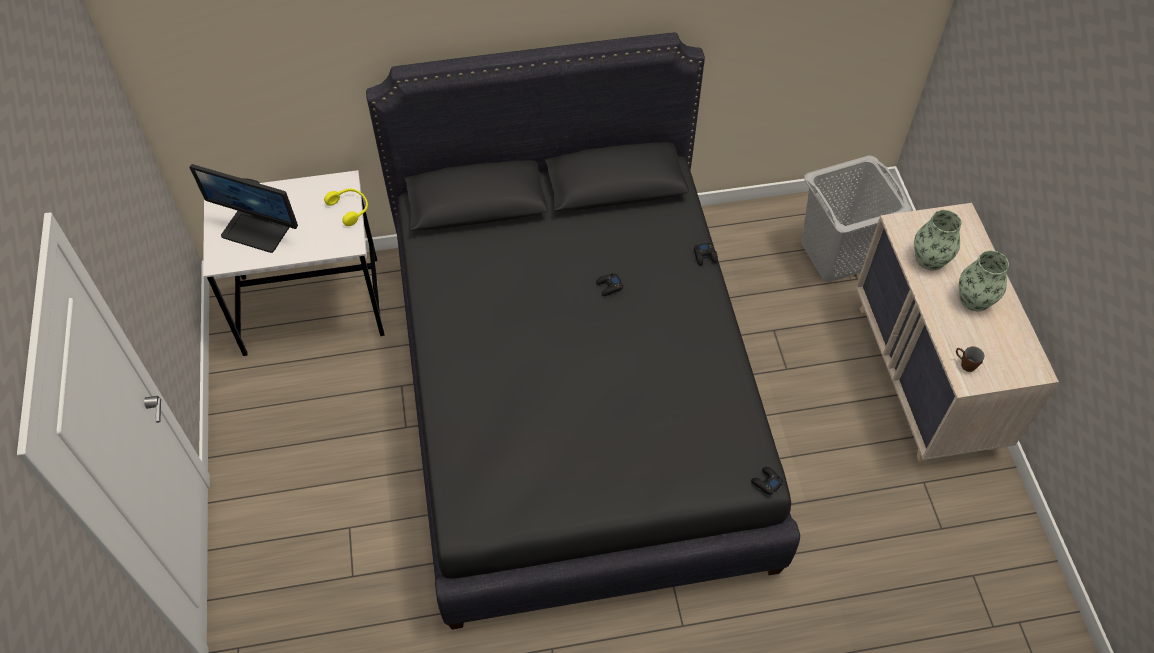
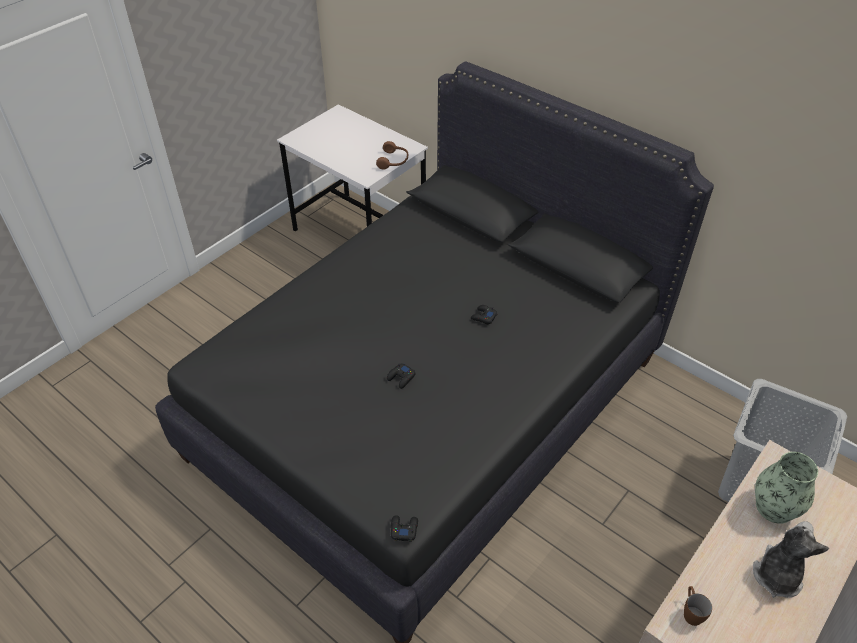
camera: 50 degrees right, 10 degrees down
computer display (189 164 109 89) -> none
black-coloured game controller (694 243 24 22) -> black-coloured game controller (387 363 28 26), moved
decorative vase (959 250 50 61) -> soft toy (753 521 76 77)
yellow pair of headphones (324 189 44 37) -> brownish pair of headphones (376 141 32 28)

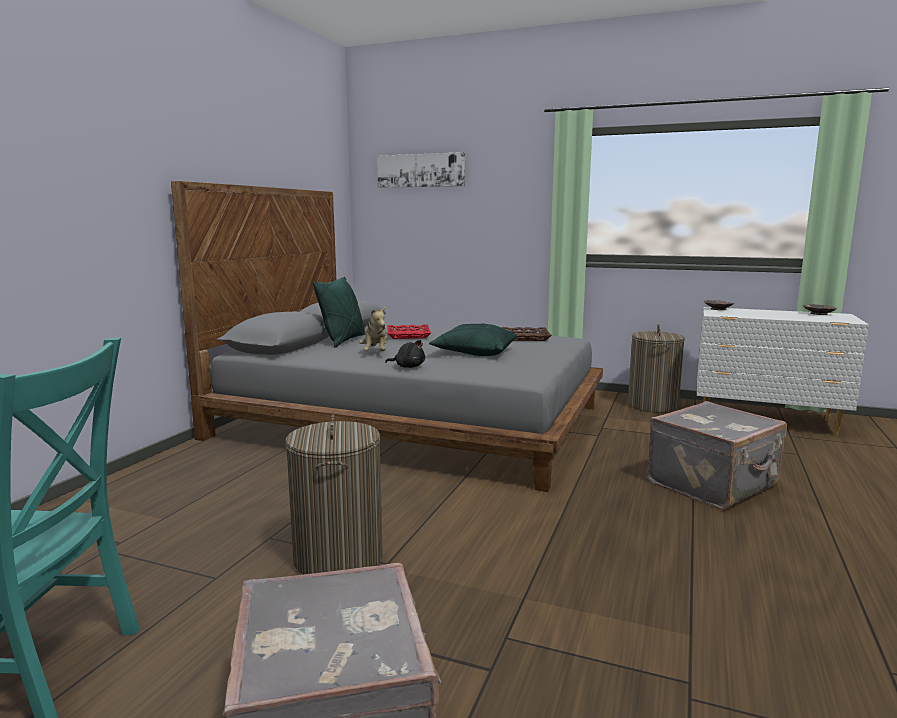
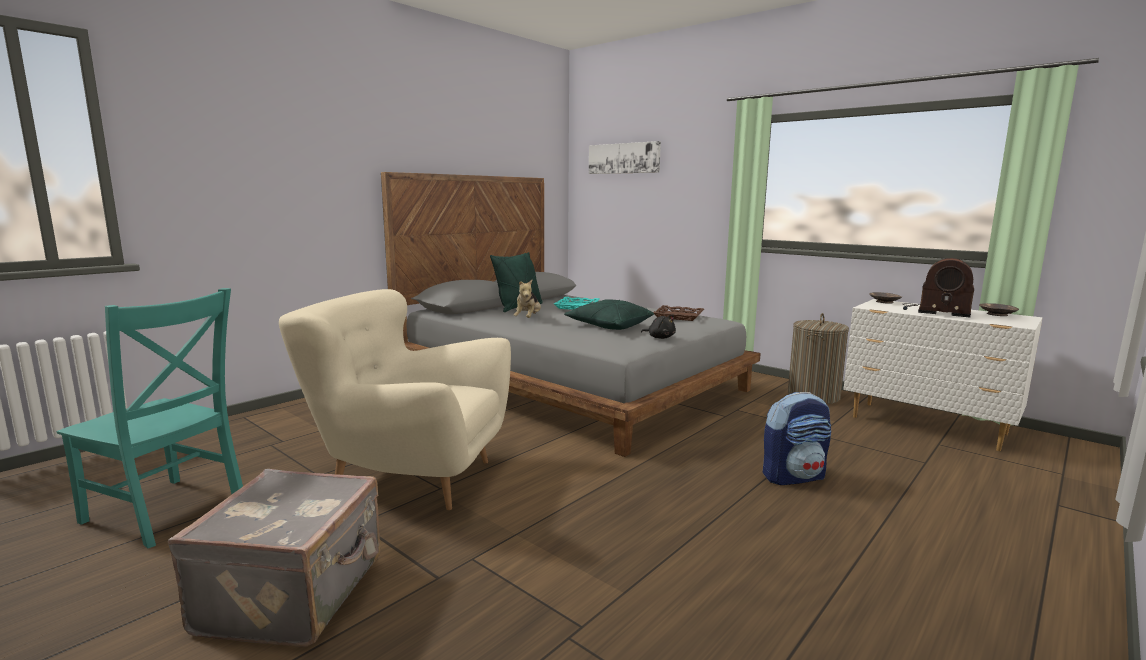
camera: 20 degrees right, 0 degrees up
none -> radio receiver (902 258 72 60)
black-coloured soft toy (385 340 40 28) -> black-coloured soft toy (641 315 35 24), moved
hamper (285 415 98 160) -> beige-coloured lounge chair (279 289 232 221)
grey suitcase (647 401 140 108) -> backpack (763 392 68 93)
red-coloured tray (387 324 44 15) -> turquoise-coloured tray (554 297 46 13)

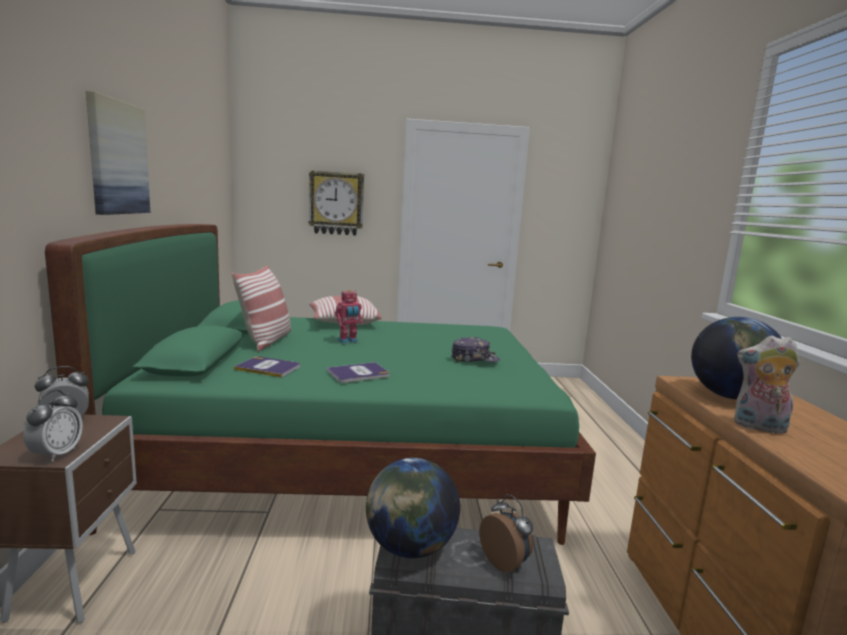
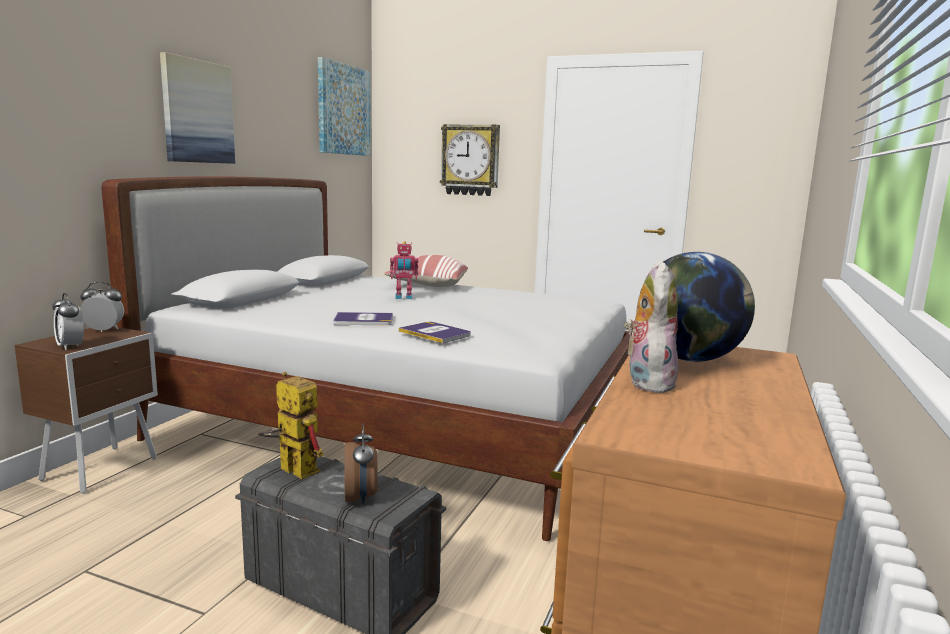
camera: 25 degrees right, 0 degrees up
cushion (232 265 59 87) -> none
peaked cap (451 337 49 25) -> none
none -> wall picture (318 57 53 99)
volume (234 357 66 21) -> volume (399 322 72 21), moved
globe (366 458 94 100) -> toy robot (258 372 66 107)
green-coloured bed (45 224 551 321) -> whitish bed (101 176 529 365)
bedside clock (23 390 60 72) -> bedside clock (53 293 31 57), 105 degrees clockwise
soft toy (734 335 66 99) -> soft toy (624 261 54 132), 60 degrees clockwise

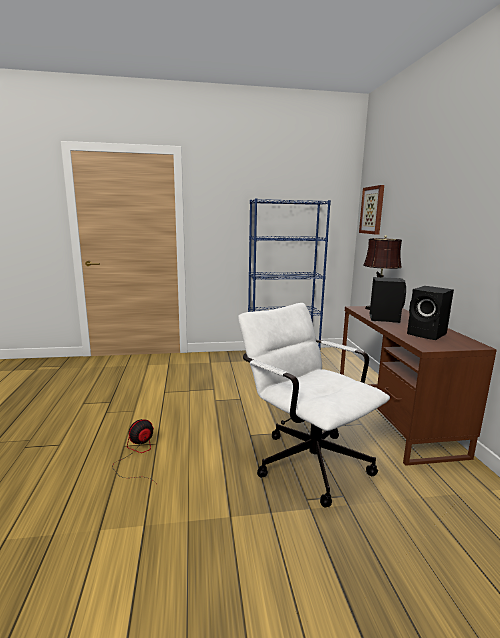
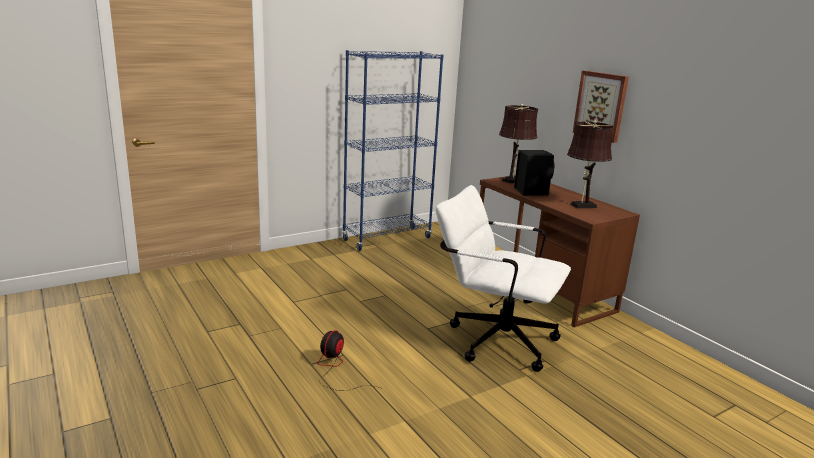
camera: 25 degrees left, 5 degrees up
wall picture (359 185 25 50) -> wall picture (573 70 56 73), moved
black-coloured speaker (407 286 47 54) -> brownish tabletop lamp (567 120 47 88)

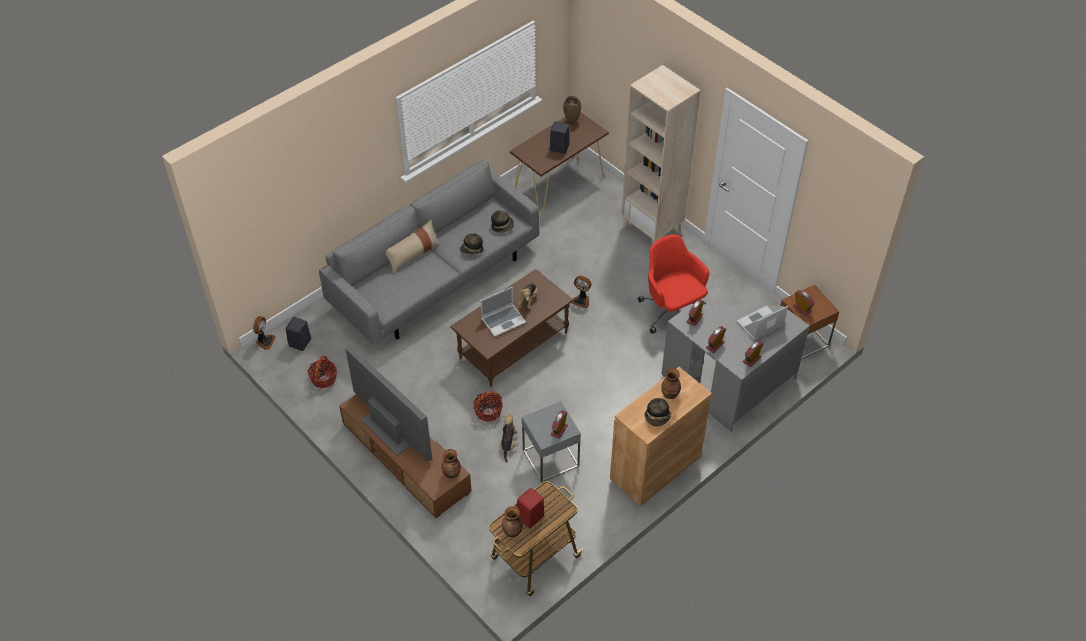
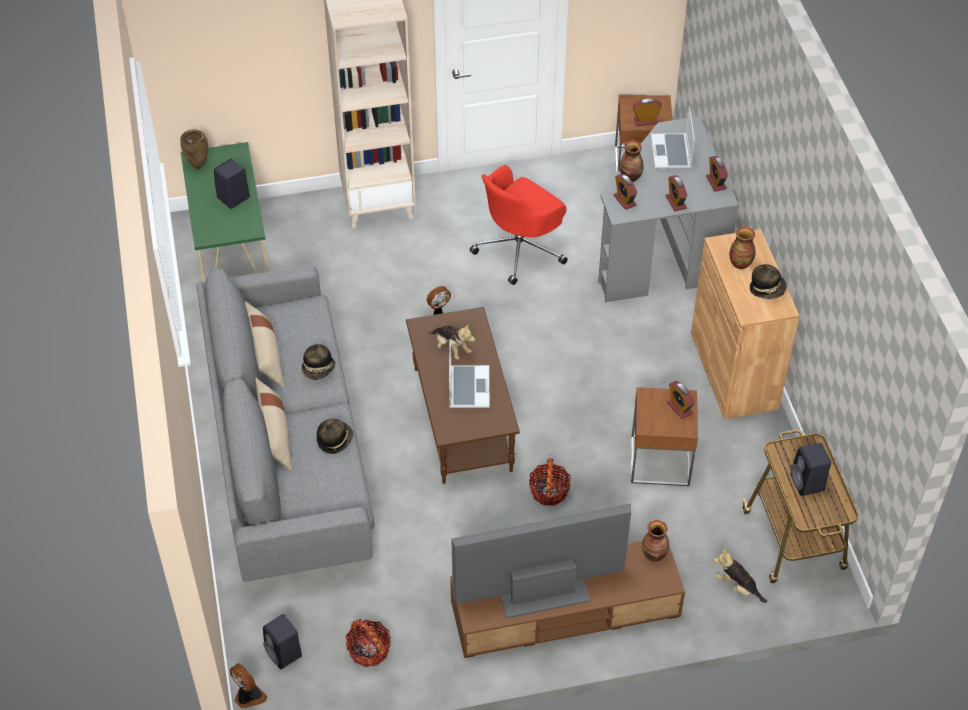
camera: 60 degrees left, 0 degrees up
none -> beige-coloured cushion (245 301 39 87)
wearable hat (491 211 23 22) -> wearable hat (317 419 36 35), moved
soft toy (500 413 18 50) -> soft toy (713 548 54 55), moved
decorative vase (502 506 20 31) -> decorative vase (619 140 24 42), moved
brownish console table (510 112 99 105) -> green-coloured console table (181 142 88 140)
red-coloured speaker (517 488 27 40) -> black-coloured speaker (791 443 40 53)
grey side table (522 401 59 81) -> brownish side table (631 387 67 99)
red-coloured computer chair (638 234 71 100) -> red-coloured computer chair (470 165 98 120), 45 degrees counterclockwise

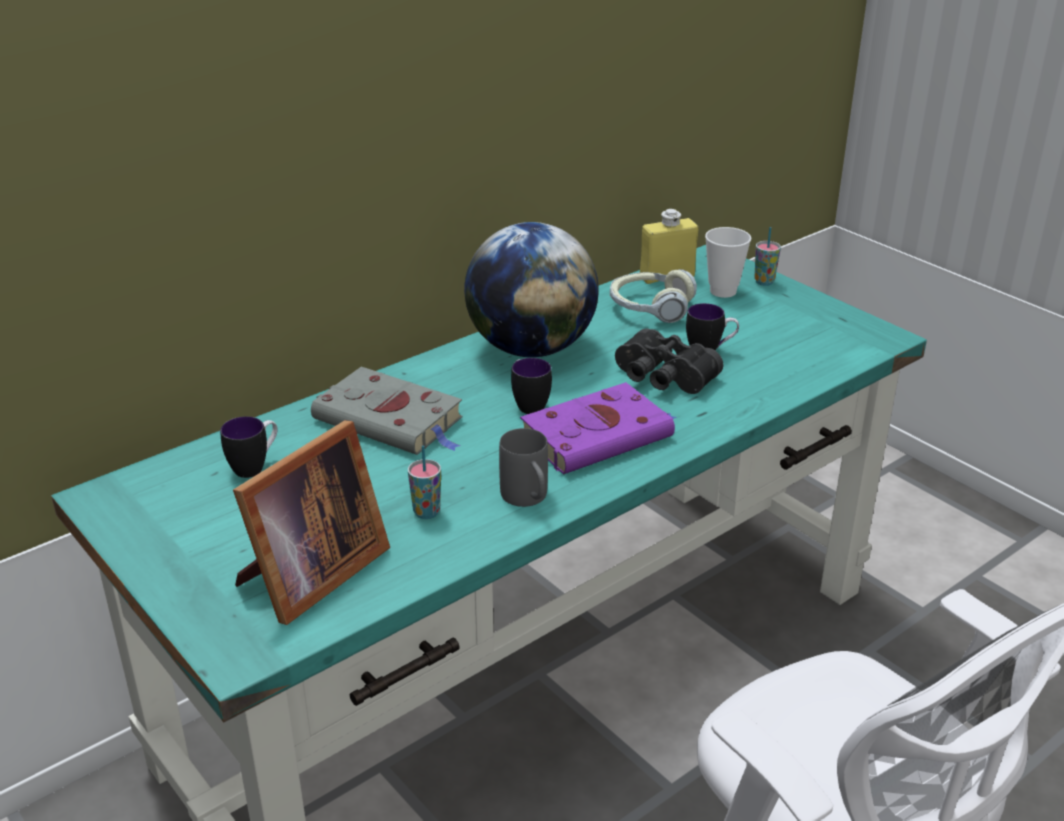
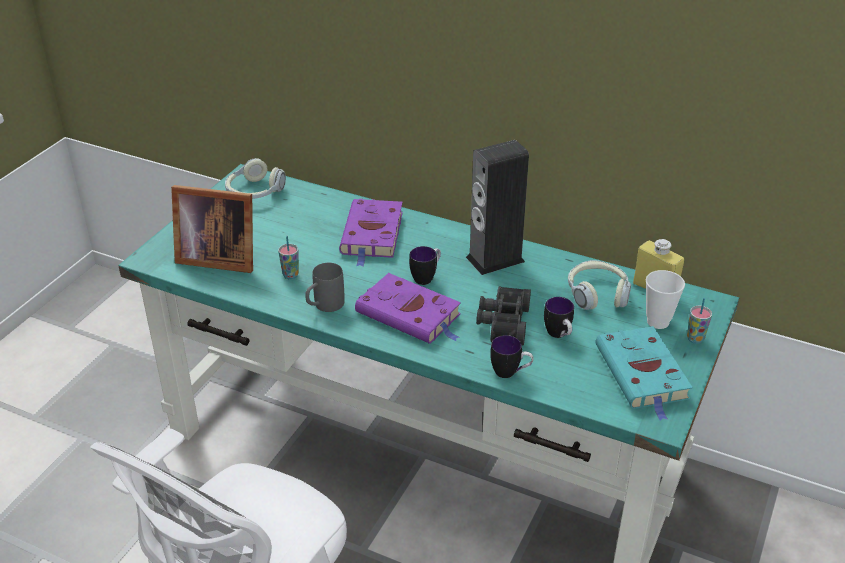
camera: 65 degrees right, 5 degrees up
none -> pair of headphones (225 158 61 41)
none -> turquoise-coloured volume (595 326 98 95)
coffee mug (220 416 58 62) -> coffee mug (490 335 44 43), moved
globe (464 222 135 135) -> speaker (466 140 63 135)
grey volume (311 367 152 88) -> purple-coloured volume (339 199 64 68)

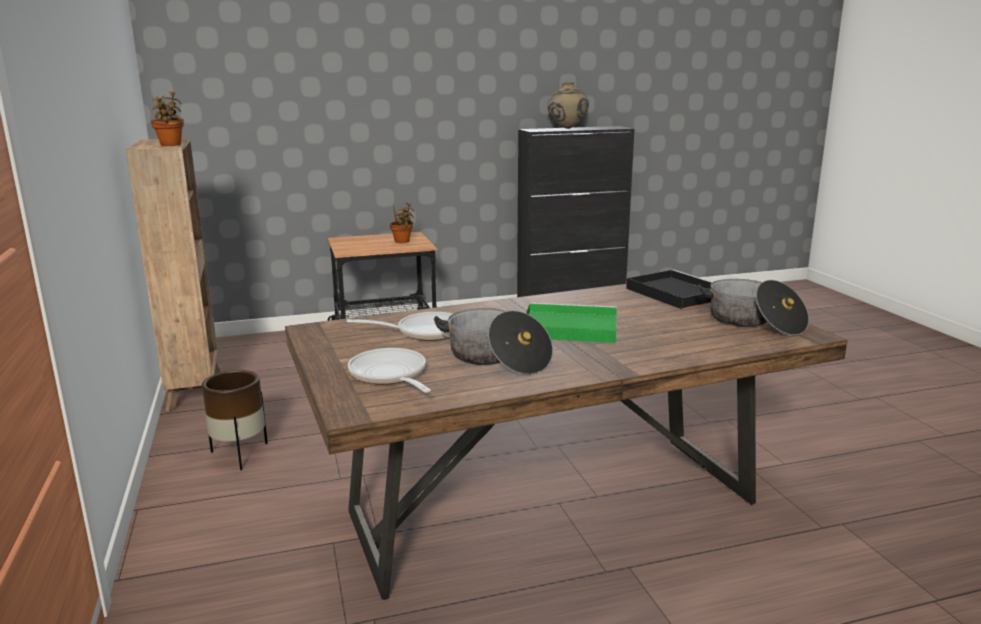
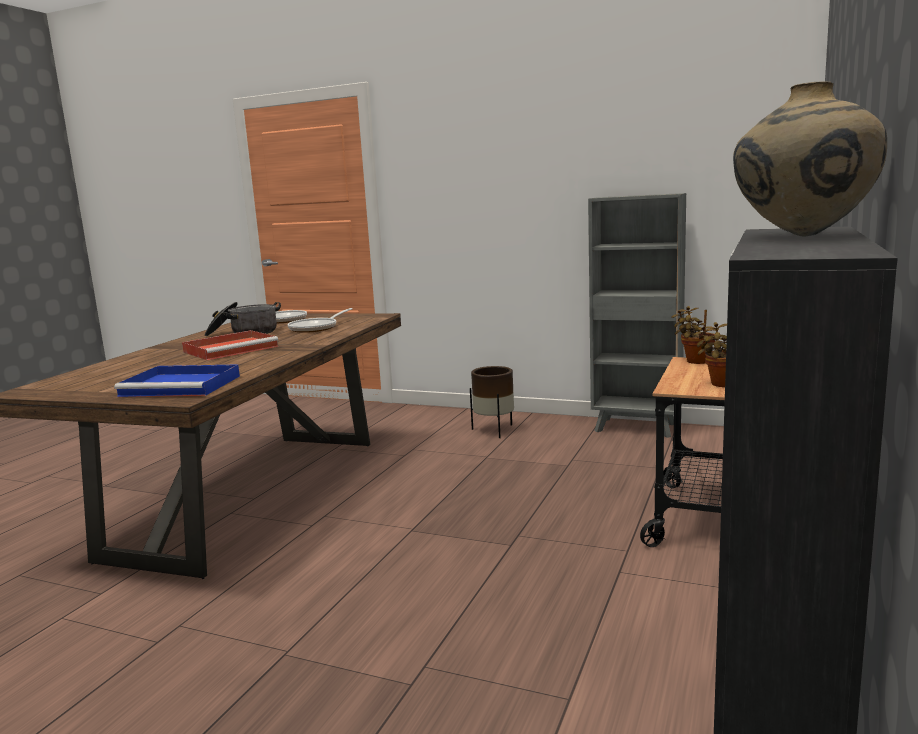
camera: 130 degrees right, 5 degrees down
stockpot (698 279 111 57) -> none
potted plant (151 91 33 55) -> potted plant (671 306 44 58), moved
brownish bookcase (126 138 95 274) -> grey bookcase (588 193 98 245)
green-coloured tray (526 303 91 40) -> red-coloured tray (182 330 96 30)
black-coloured tray (626 270 86 39) -> blue tray (114 364 126 33)

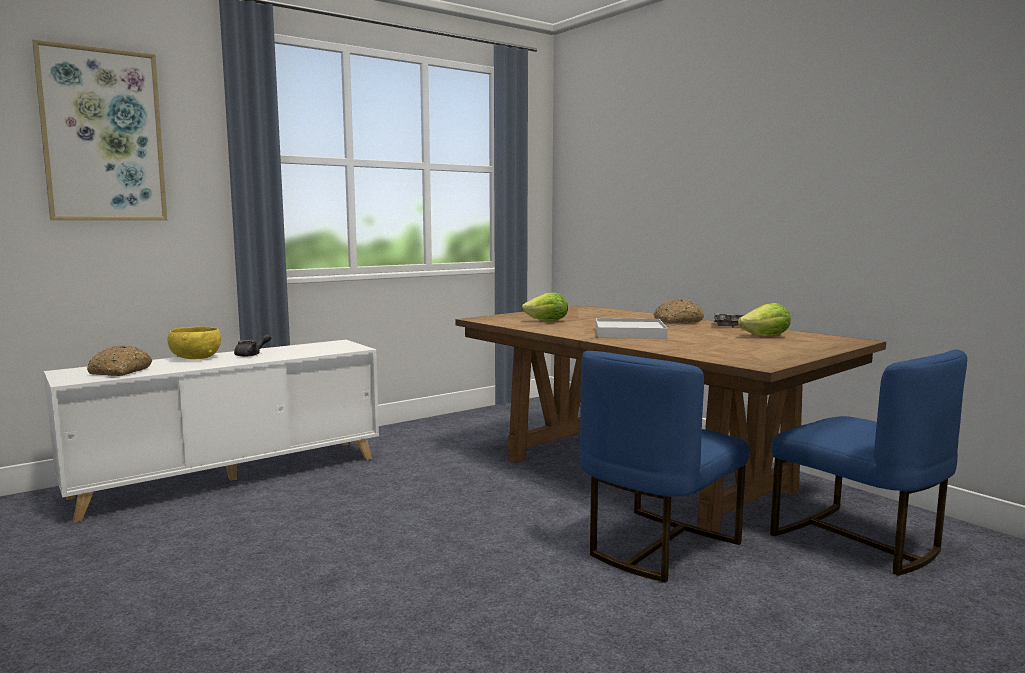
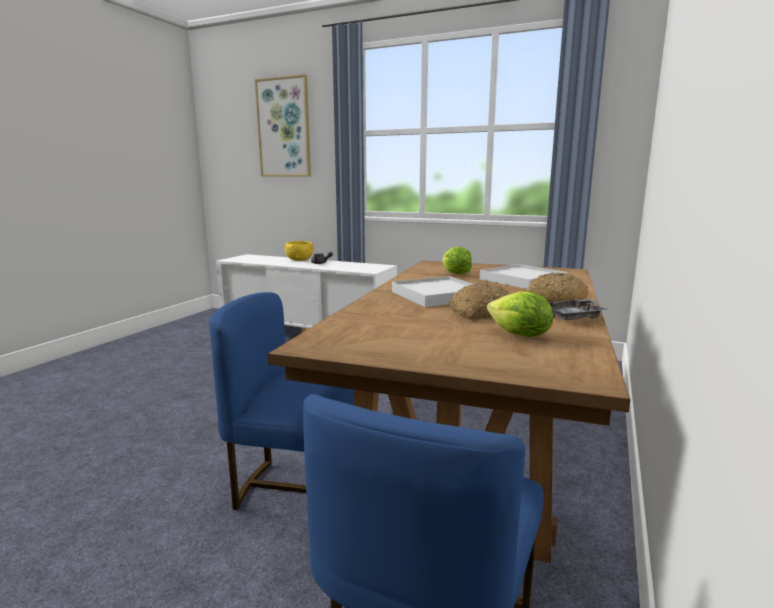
camera: 60 degrees right, 5 degrees up
none -> whitish tray (480 264 88 25)
baked bread (87 345 65 31) -> baked bread (449 282 61 37), moved

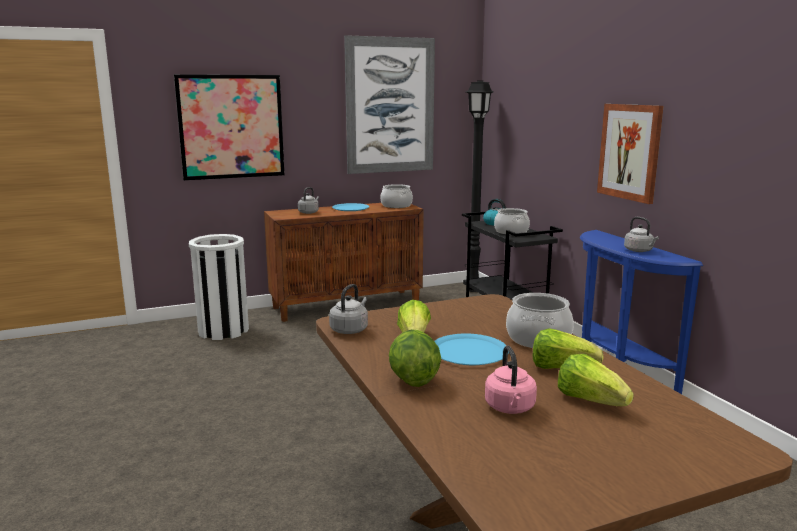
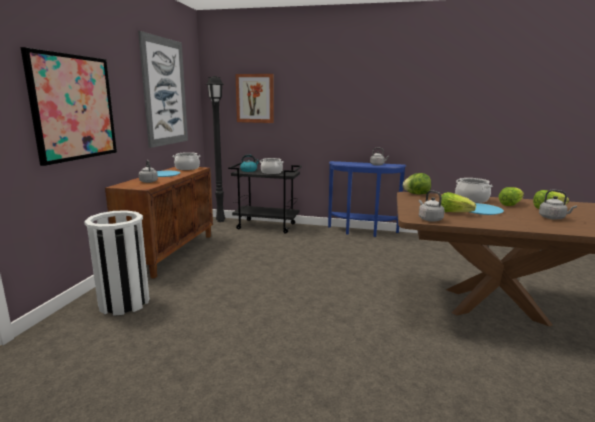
camera: 55 degrees left, 0 degrees up
lettuce (389 329 52 58) -> lettuce (402 173 29 21), moved
wall picture (597 104 67 100) -> wall picture (236 74 38 49), moved
pink water kettle (485 345 52 69) -> grey water kettle (539 190 38 30)

